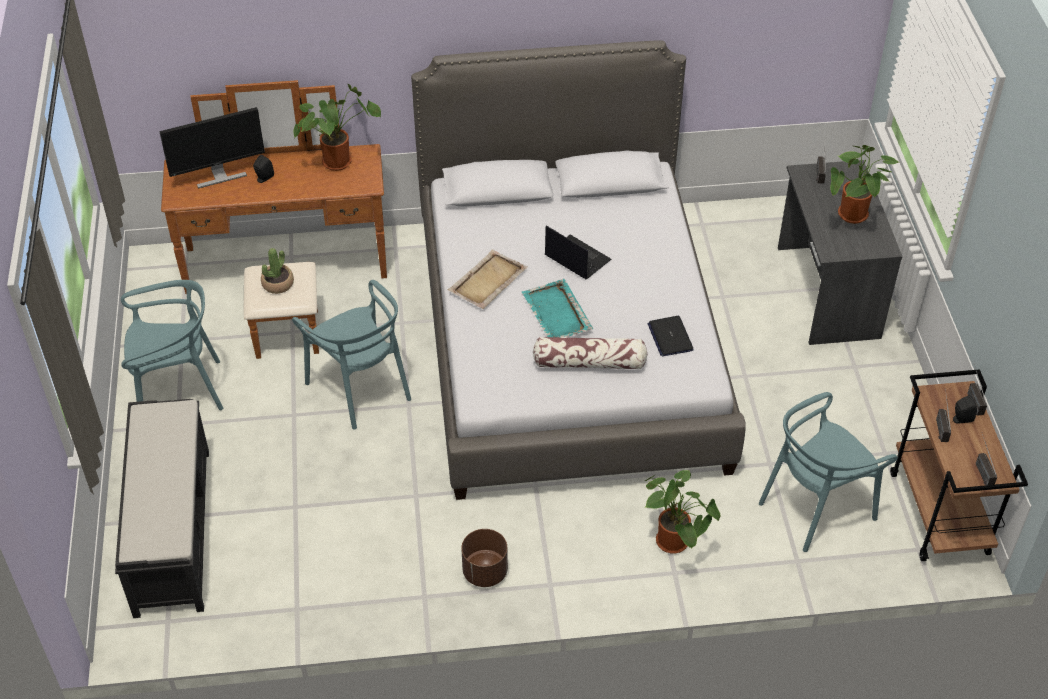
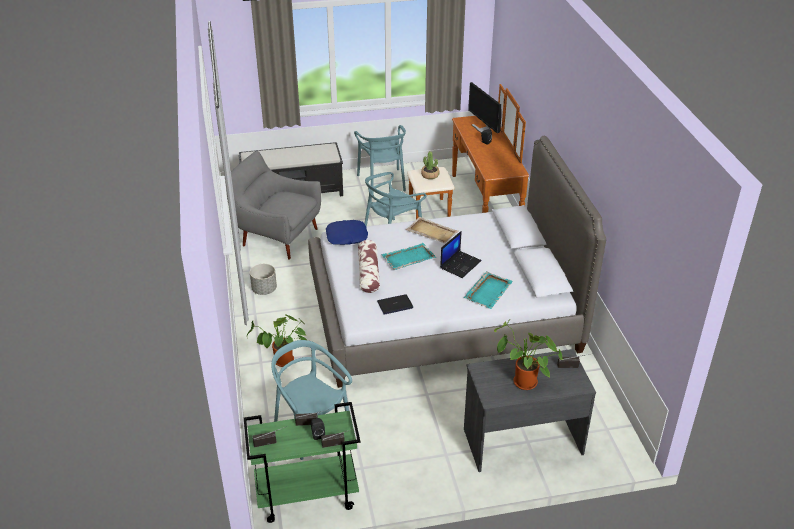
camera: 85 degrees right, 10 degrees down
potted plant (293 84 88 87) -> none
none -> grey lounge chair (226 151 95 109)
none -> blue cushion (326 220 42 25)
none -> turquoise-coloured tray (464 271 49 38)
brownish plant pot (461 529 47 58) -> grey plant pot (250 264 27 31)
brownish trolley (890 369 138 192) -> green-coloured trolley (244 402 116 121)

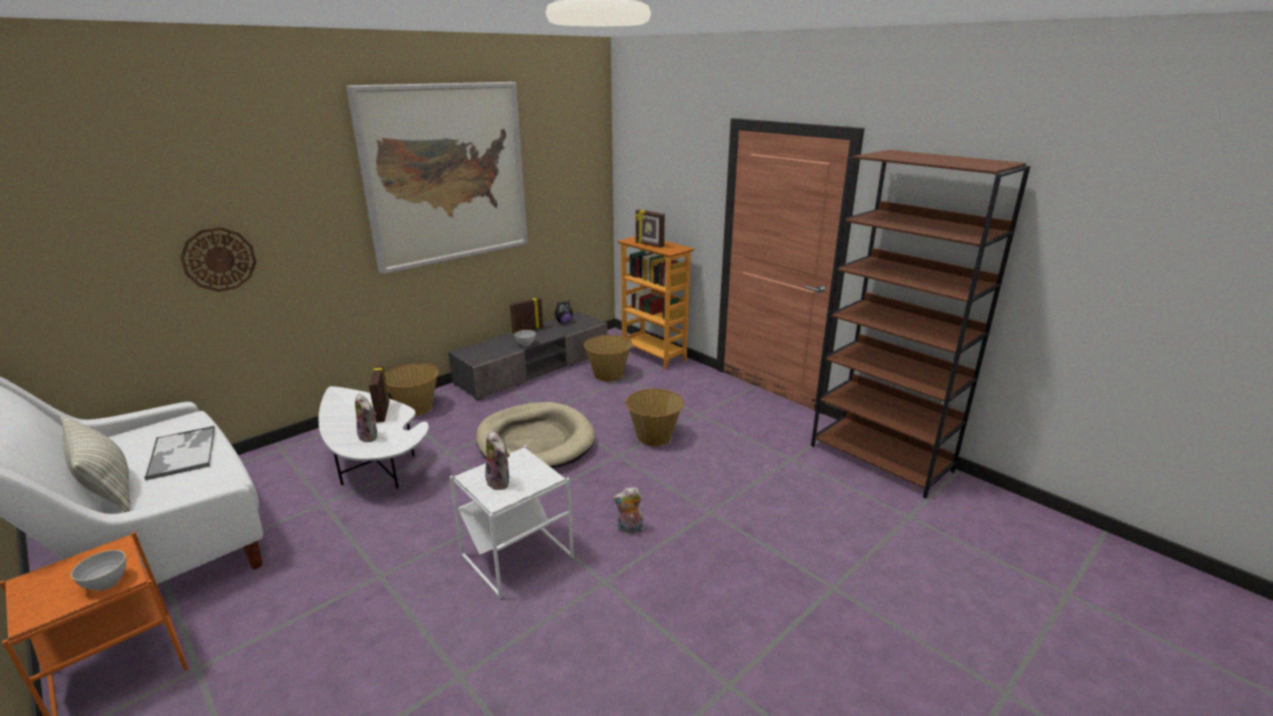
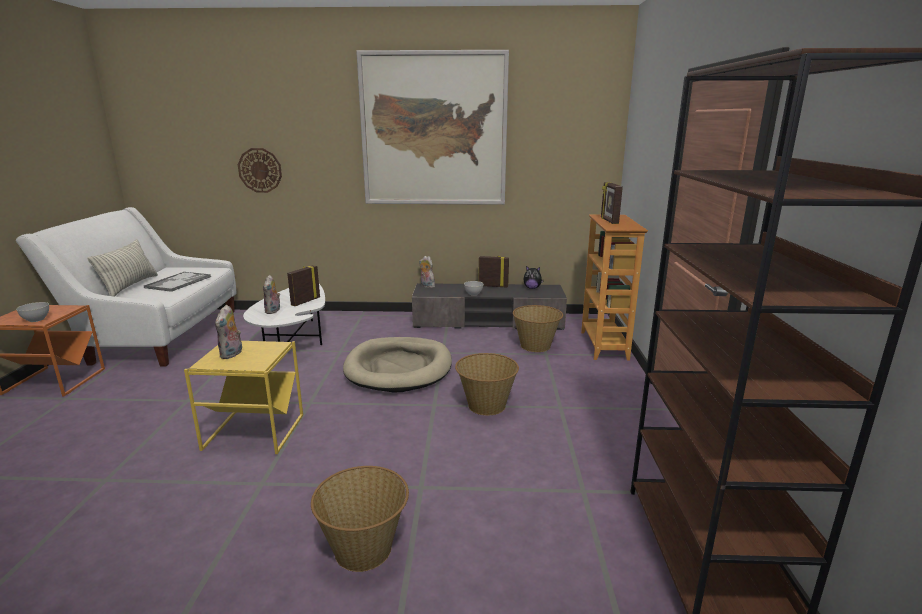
camera: 45 degrees right, 5 degrees down
household basket (385 363 54 53) -> household basket (311 466 98 106), moved
soft toy (613 487 31 46) -> soft toy (419 256 16 32), moved
whitish side table (450 445 124 154) -> yellow side table (184 341 119 113)

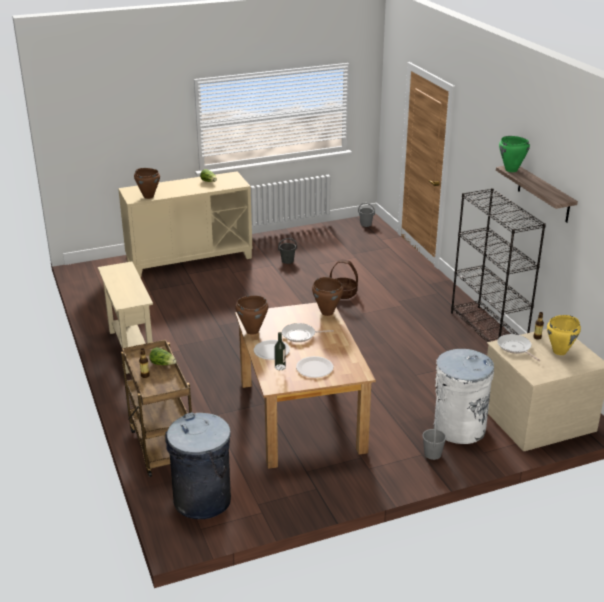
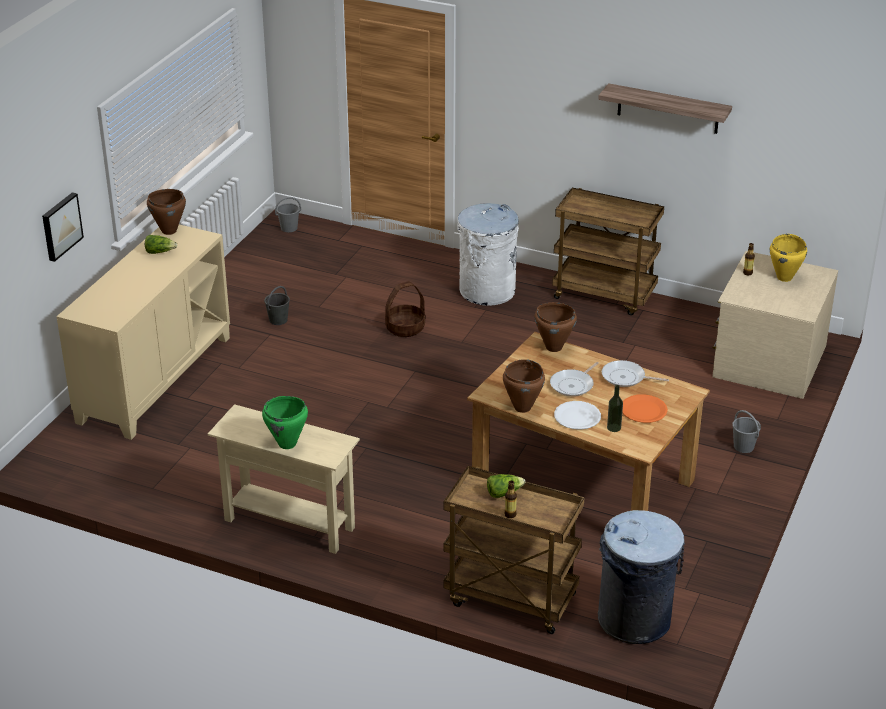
camera: 45 degrees left, 5 degrees up
none -> wall picture (42 192 42 70)
brownish stockpot (134 168 26 31) -> brownish stockpot (147 189 39 46), moved
whitish rubbish bin (434 349 60 95) -> whitish rubbish bin (457 203 62 103), moved
pan (497 334 43 27) -> pan (602 360 67 27), moved
green-coloured stockpot (499 136 31 36) -> green-coloured stockpot (262 396 46 53), moved
black-coloured bookcase (451 188 95 154) -> brownish trolley (552 187 112 128)
whitish flat dish (296 356 37 22) -> orange-coloured flat dish (622 394 46 29)

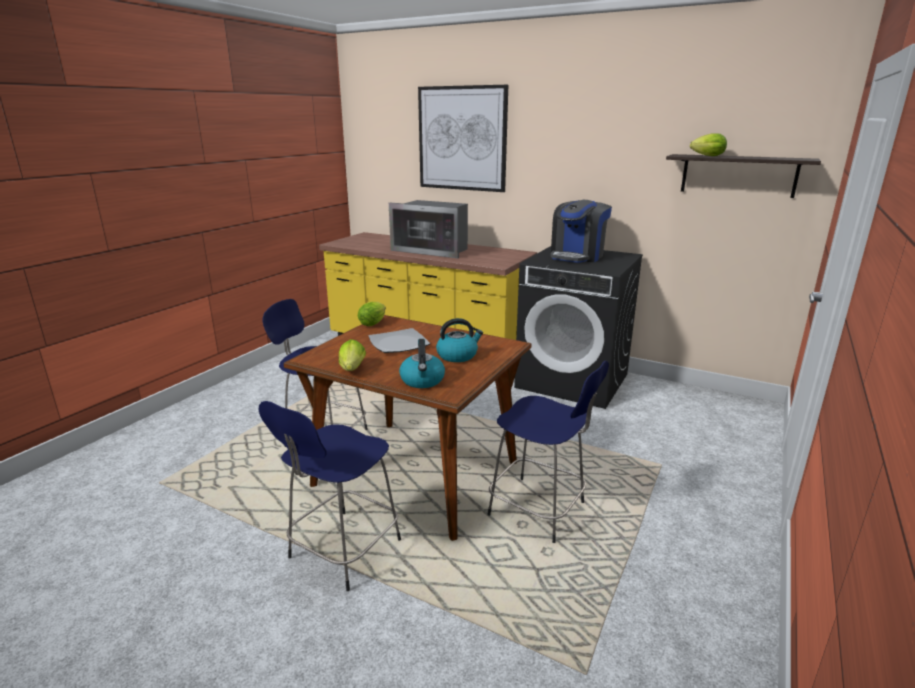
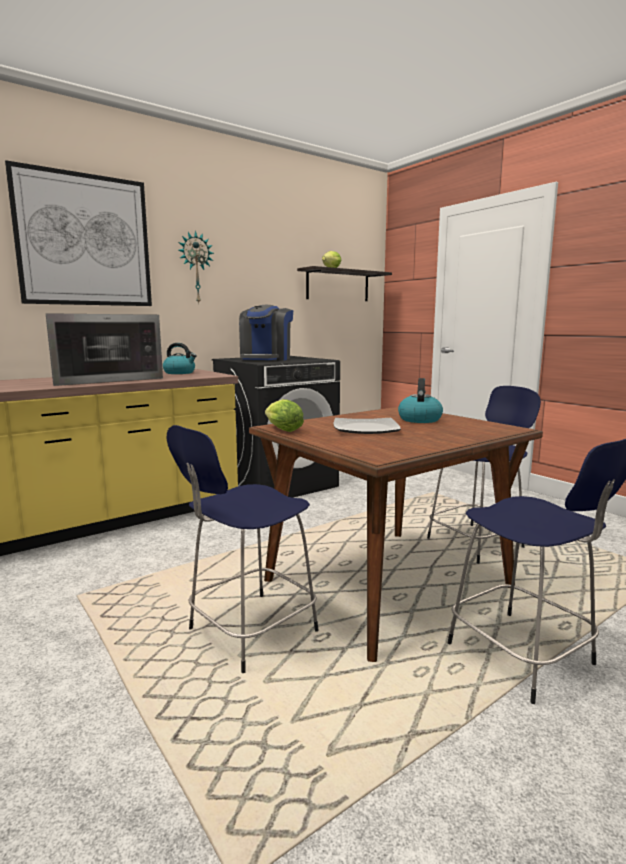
camera: 65 degrees left, 10 degrees down
lettuce (339 339 27 32) -> none
none -> wall clock (178 231 36 73)
water kettle (399 339 46 49) -> water kettle (163 343 34 31), moved
coffee maker (551 200 61 63) -> coffee maker (239 305 54 56), 45 degrees clockwise

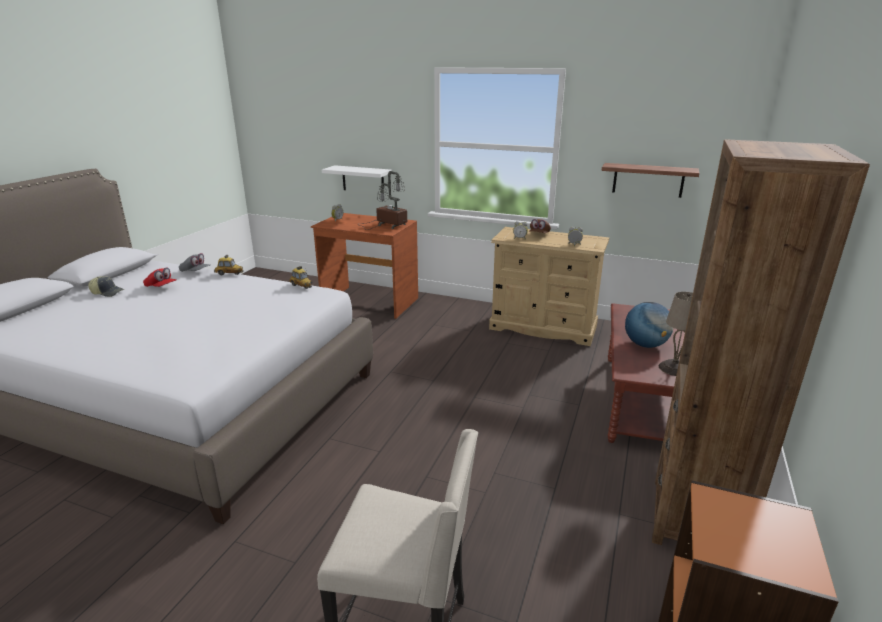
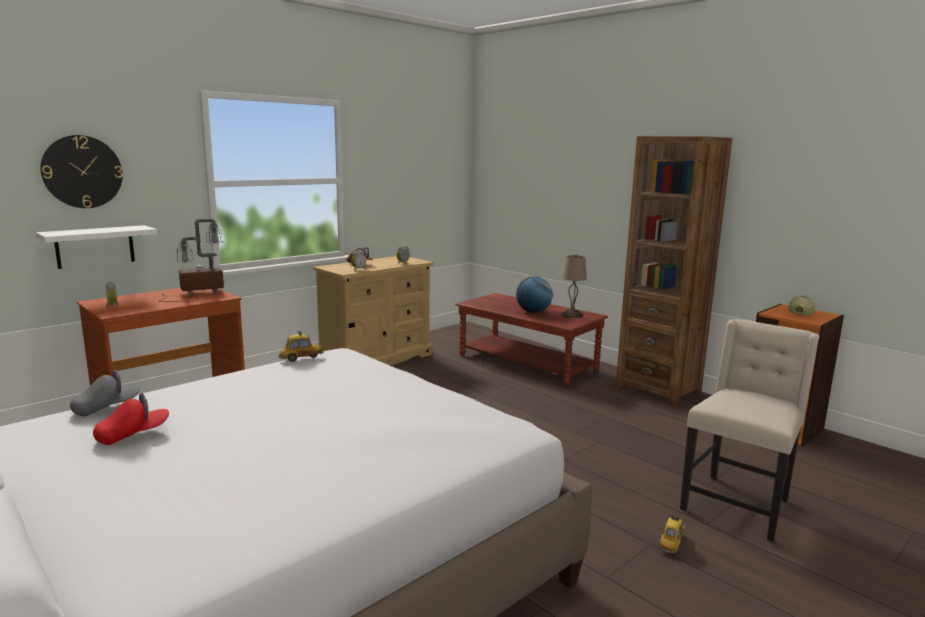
camera: 65 degrees left, 10 degrees down
shelf (601 163 98 35) -> none
none -> wall clock (40 135 83 73)
peaked cap (88 276 36 21) -> peaked cap (789 296 26 19), moved
miniature car (214 255 30 20) -> miniature car (659 514 26 39), moved

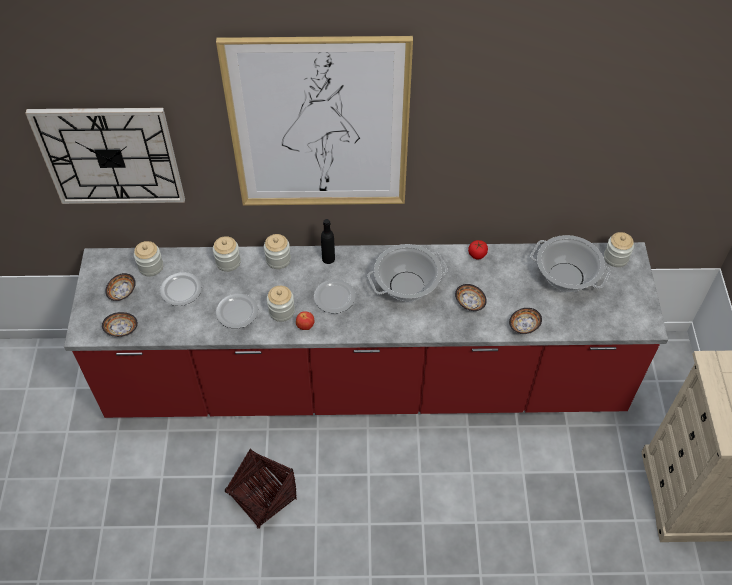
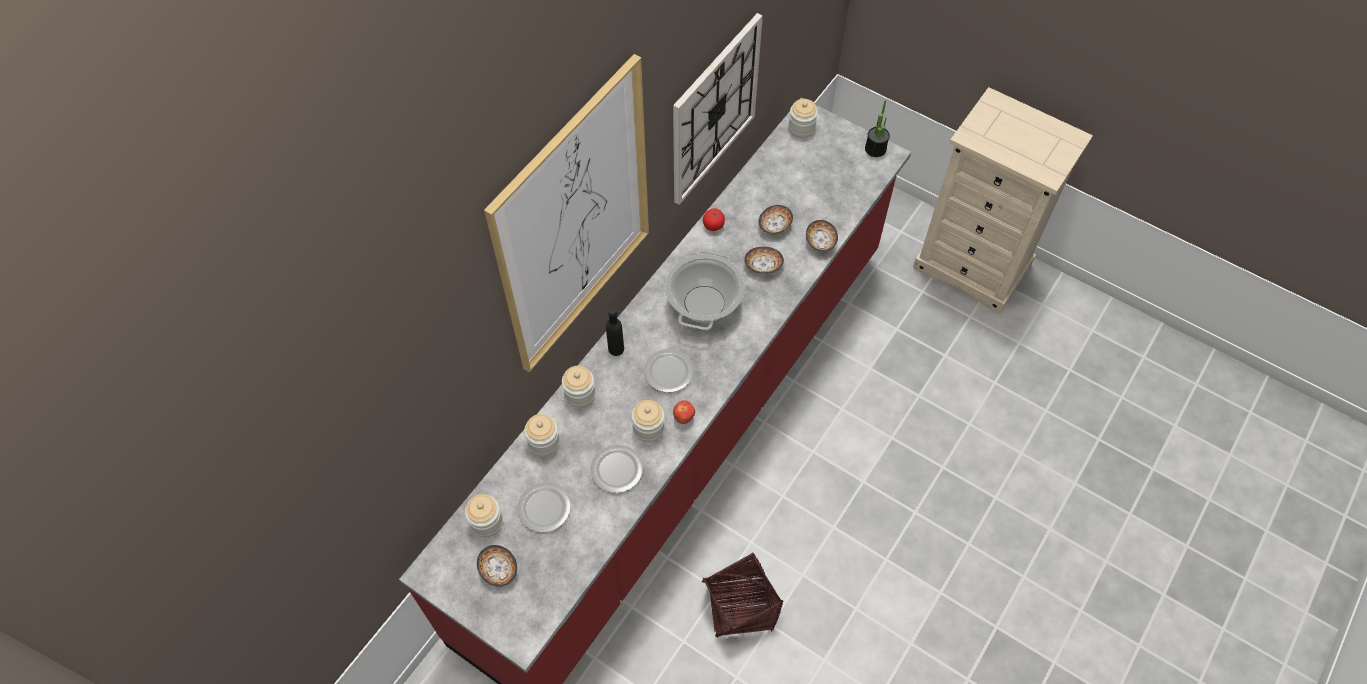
camera: 55 degrees left, 5 degrees up
stockpot (530 235 81 57) -> none
none -> potted plant (865 100 25 57)
wall clock (25 108 160 96) -> wall clock (673 13 90 192), moved
deep dish (102 312 36 25) -> deep dish (759 205 34 29), moved

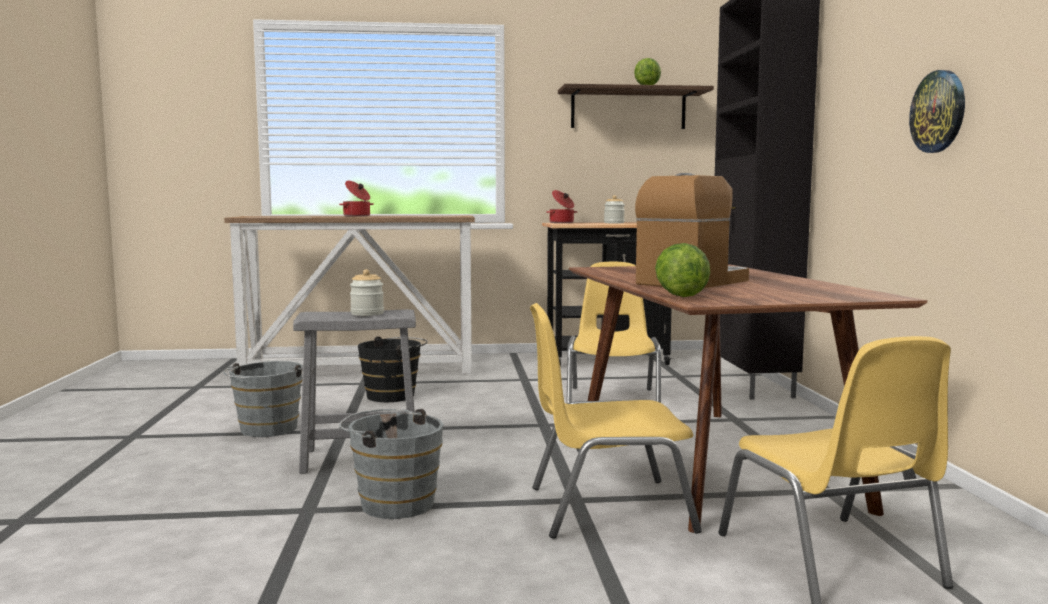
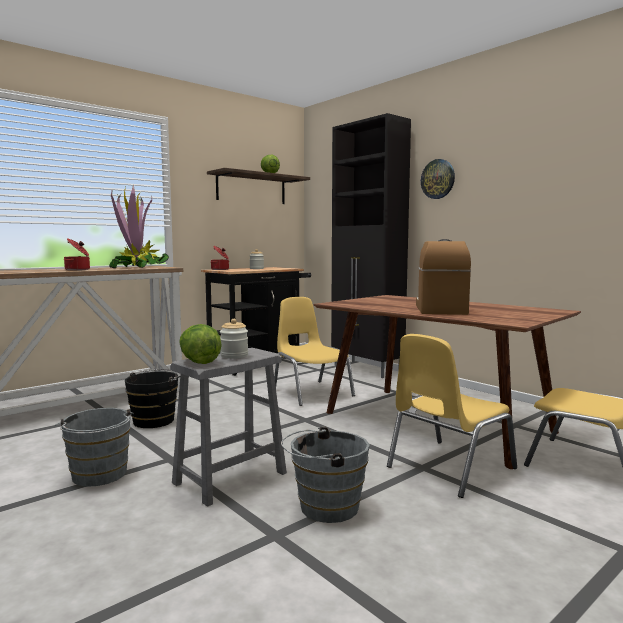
camera: 35 degrees left, 0 degrees up
none -> potted plant (109 184 60 84)
lettuce (655 243 56 54) -> lettuce (179 324 43 40), moved
wall clock (909 70 56 83) -> wall clock (421 159 34 40), moved

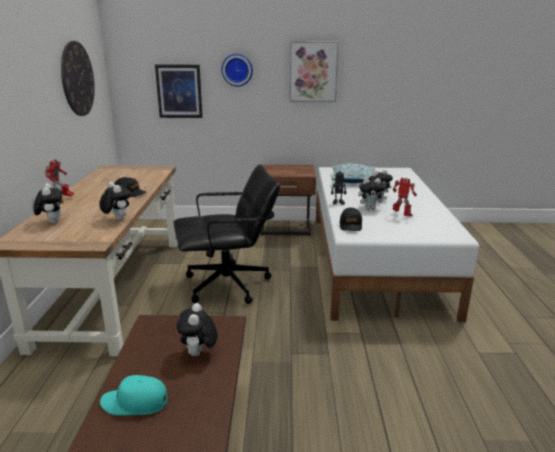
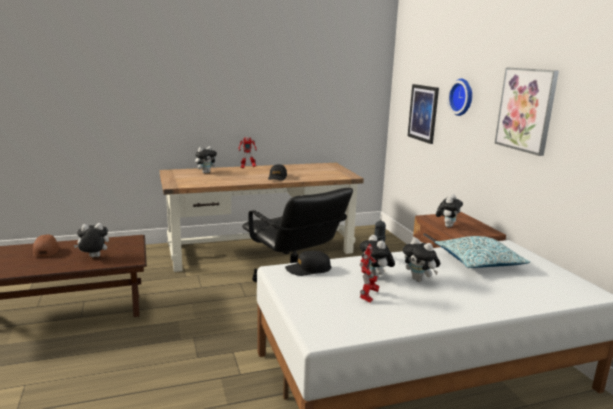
camera: 70 degrees right, 5 degrees down
wall clock (61 41 34 75) -> none
soft toy (99 182 32 39) -> soft toy (436 194 27 34), moved
turquoise-coloured peaked cap (100 375 68 40) -> brownish peaked cap (33 235 27 22)

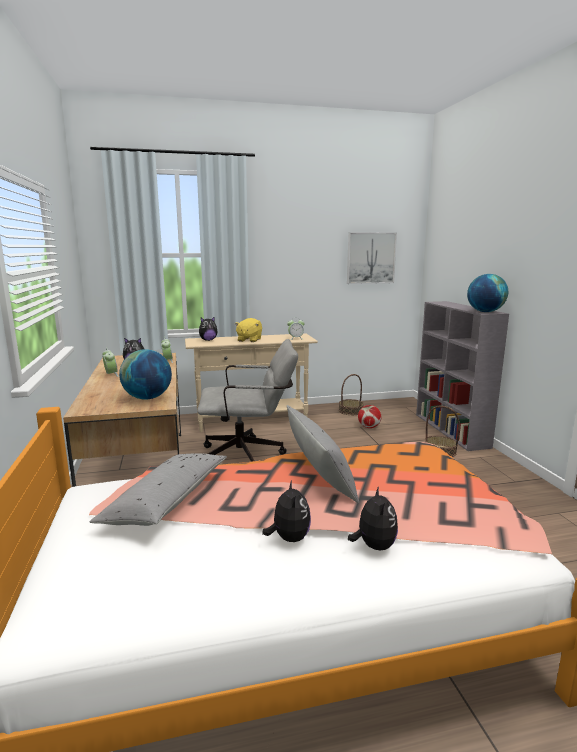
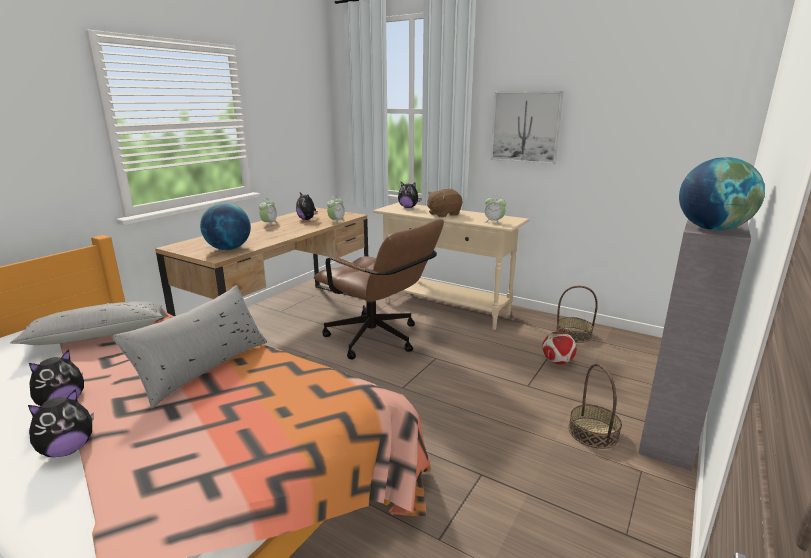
camera: 45 degrees right, 5 degrees up
wall picture (347 232 50 52) -> wall picture (491 91 72 73), moved
grey computer chair (197 339 101 123) -> brownish computer chair (314 219 130 141)
yellow soft toy (235 318 27 24) -> brownish soft toy (427 189 35 29)

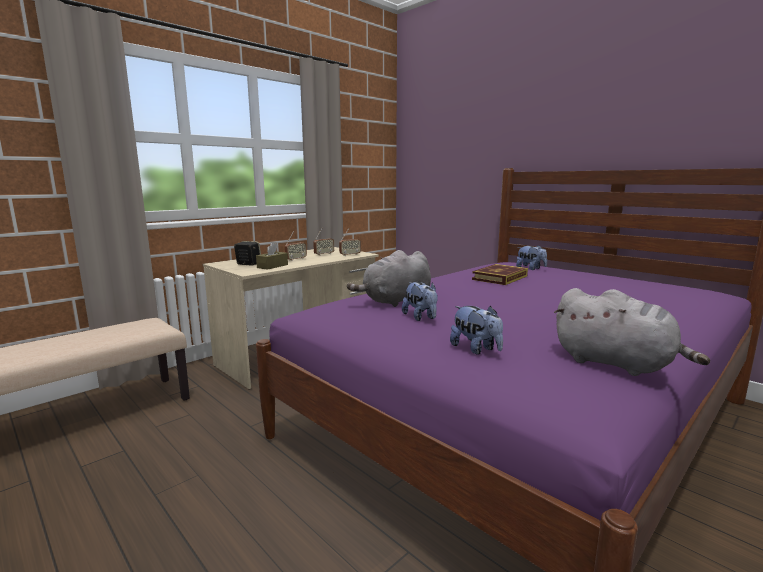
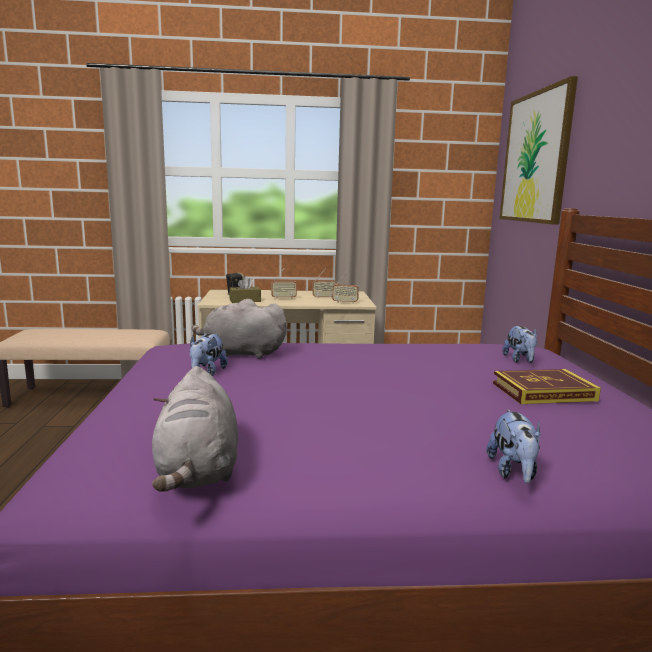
camera: 40 degrees right, 0 degrees up
none -> wall picture (499 76 79 149)
soft toy (450 306 53 49) -> soft toy (487 409 54 74), moved
volume (472 264 56 21) -> volume (493 369 108 35), moved

